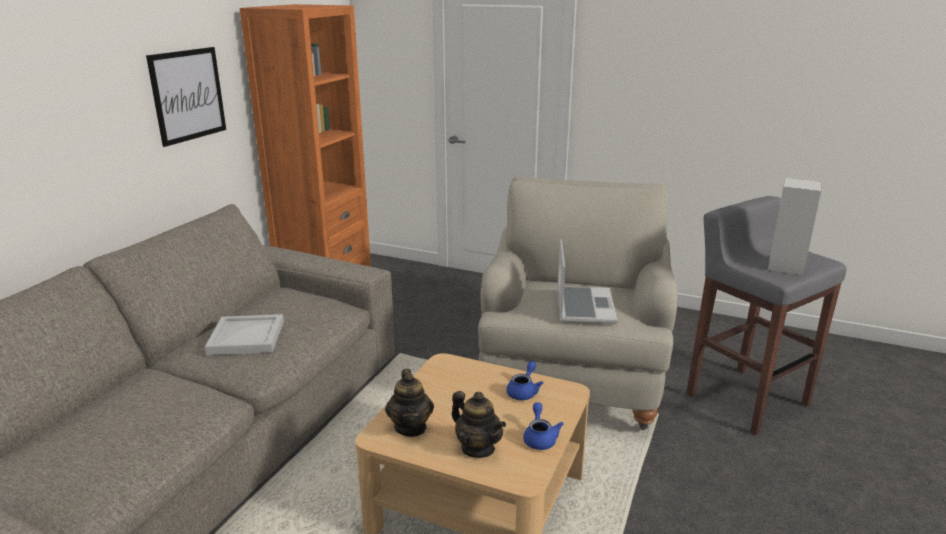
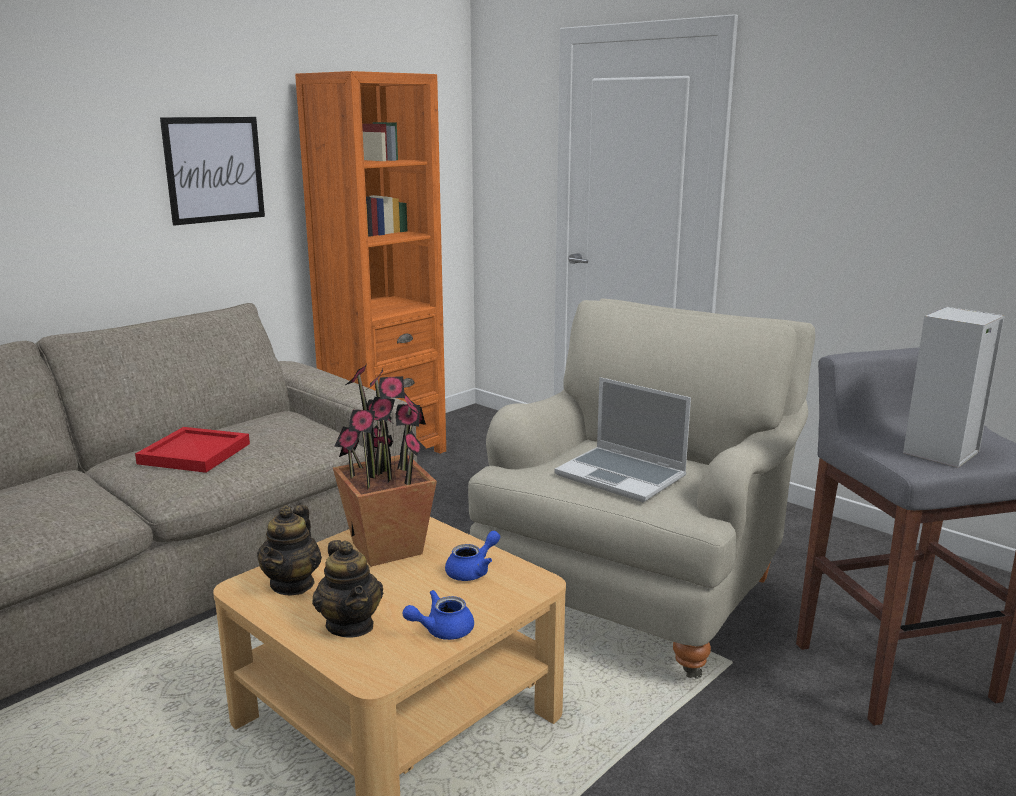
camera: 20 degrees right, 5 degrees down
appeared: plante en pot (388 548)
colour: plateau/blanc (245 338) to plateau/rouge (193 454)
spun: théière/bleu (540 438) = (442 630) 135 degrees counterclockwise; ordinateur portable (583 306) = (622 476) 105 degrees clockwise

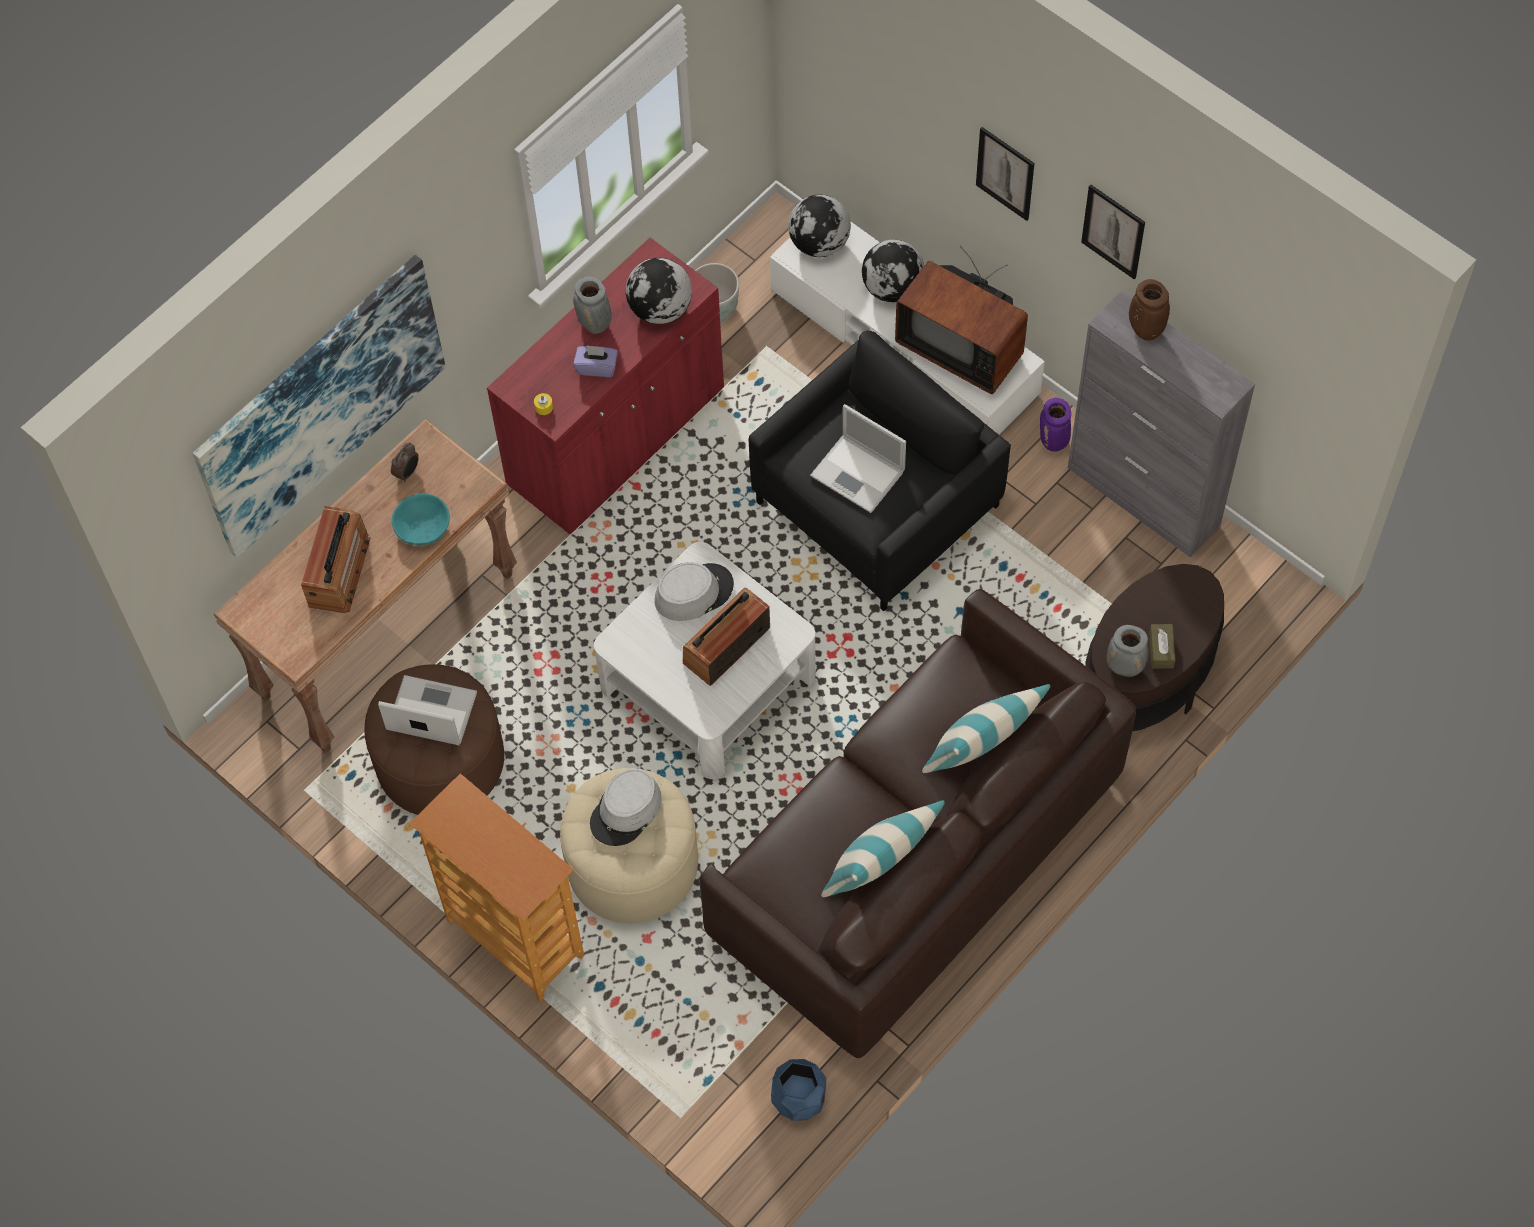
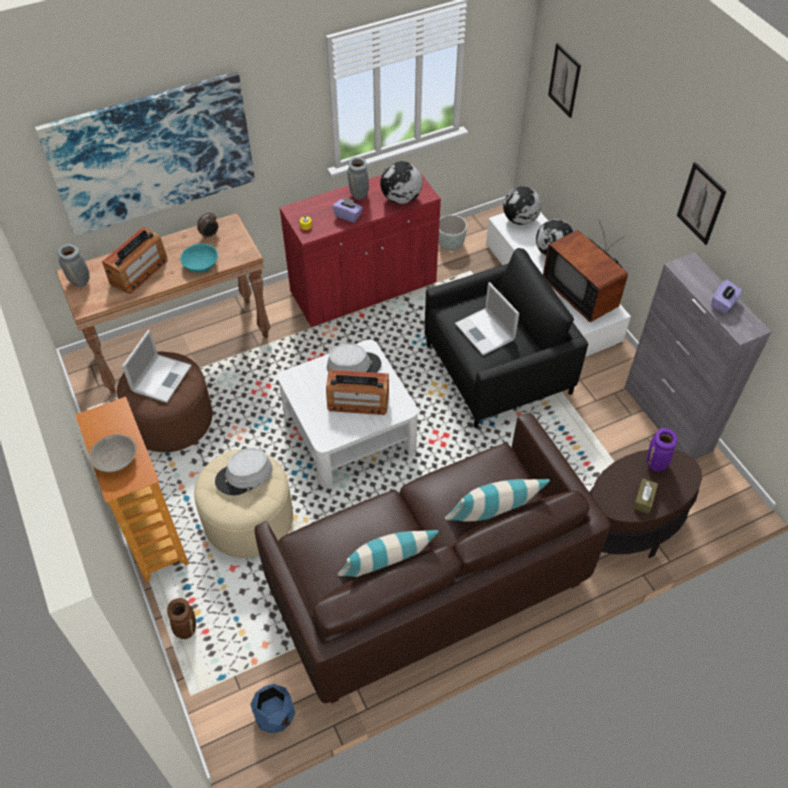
camera: 20 degrees right, 10 degrees down
appeared: bol/gris (116 460); boîte à mouchoirs/violet (723 303)
relocated: tableau (1005 173) to (564 80); vase/violet (1054 442) to (656 464); vase/gris (1125 666) to (80 282); vase/marron (1144 329) to (186 628)
spun: ordinateur portable (429 711) = (162 377) 75 degrees clockwise; radio (726 645) = (358 401) 150 degrees counterclockwise

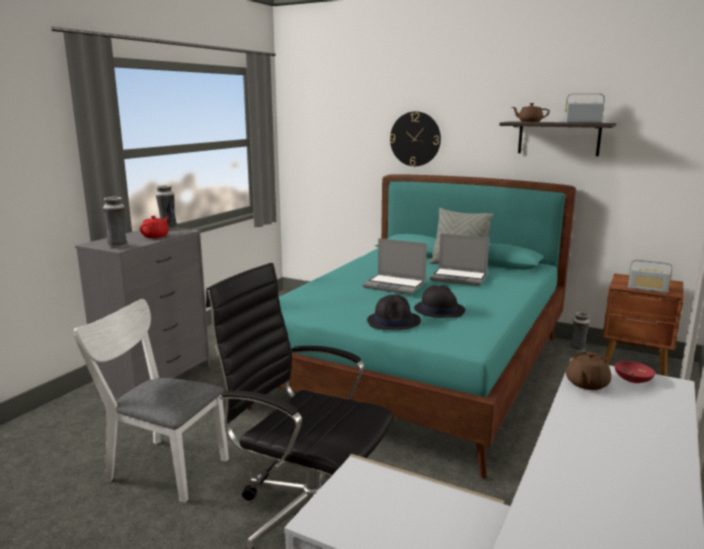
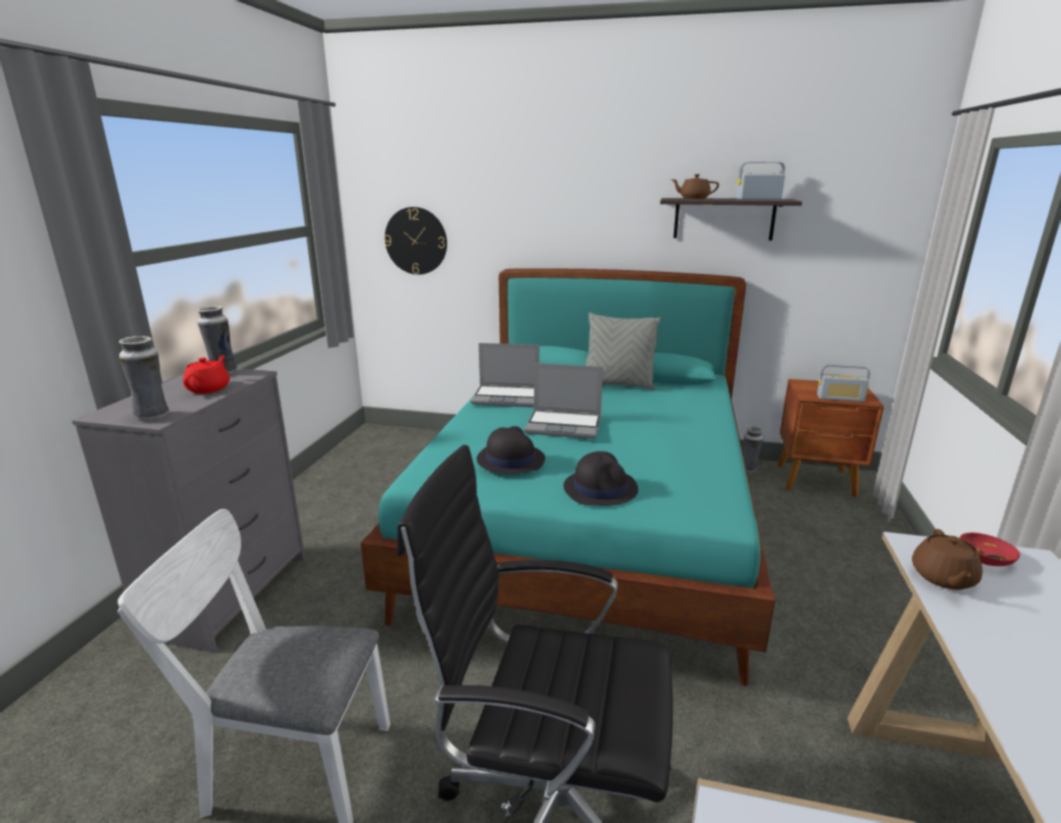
camera: 15 degrees left, 5 degrees up
relocated: horloge murale (415 139) to (416 241); chapeau/noir (438 310) to (510 459); ordinateur portable (459 278) to (507 397)

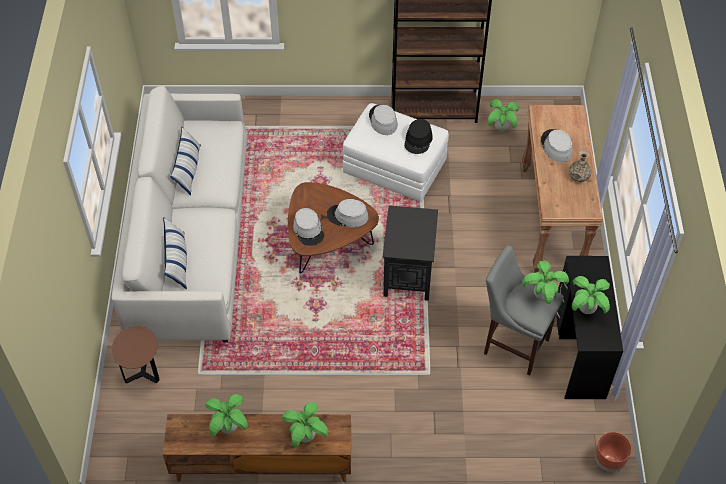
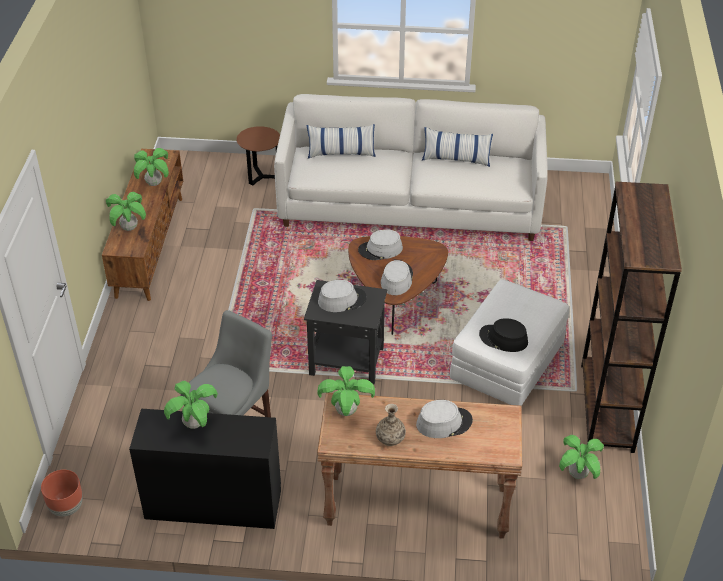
camera: 95 degrees right, 10 degrees down
relocated: chapeau/gris (382 120) to (342 300); plante en pot (542 296) to (346 411)

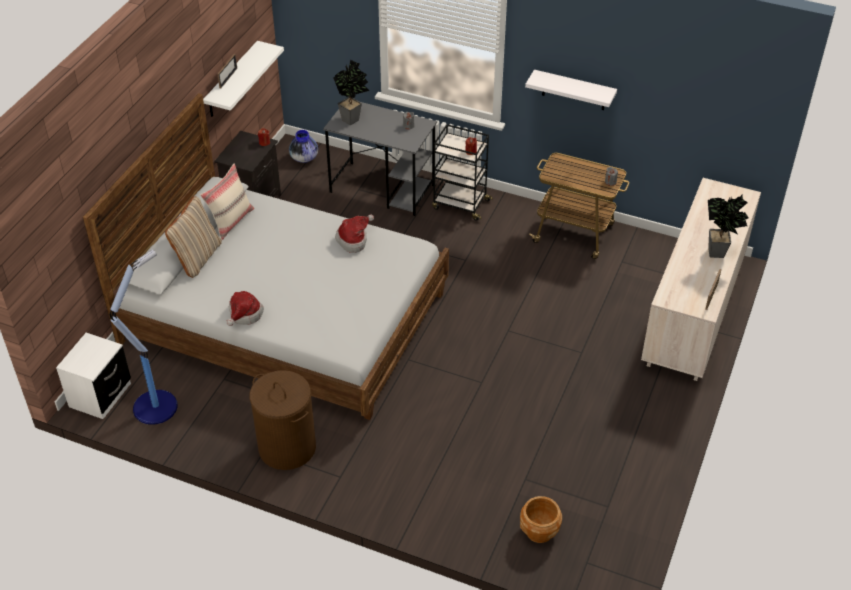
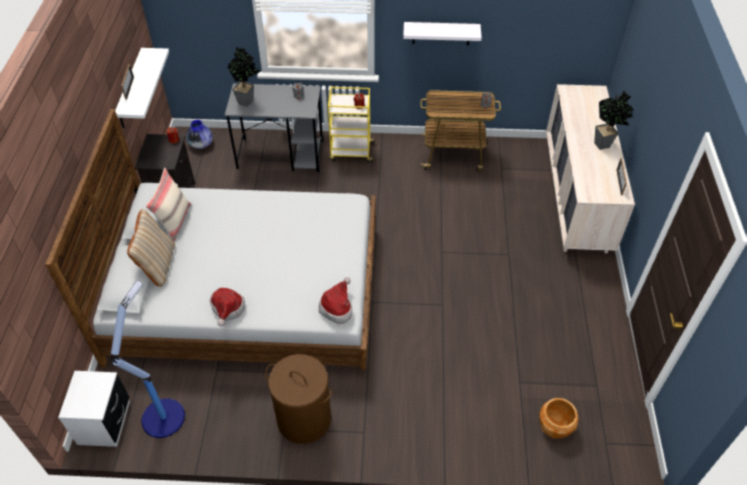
camera: 20 degrees left, 5 degrees up
relocated: chapeau (354 240) to (337 307)
colour: chariot/noir (460 204) to chariot/jaune (351 152)

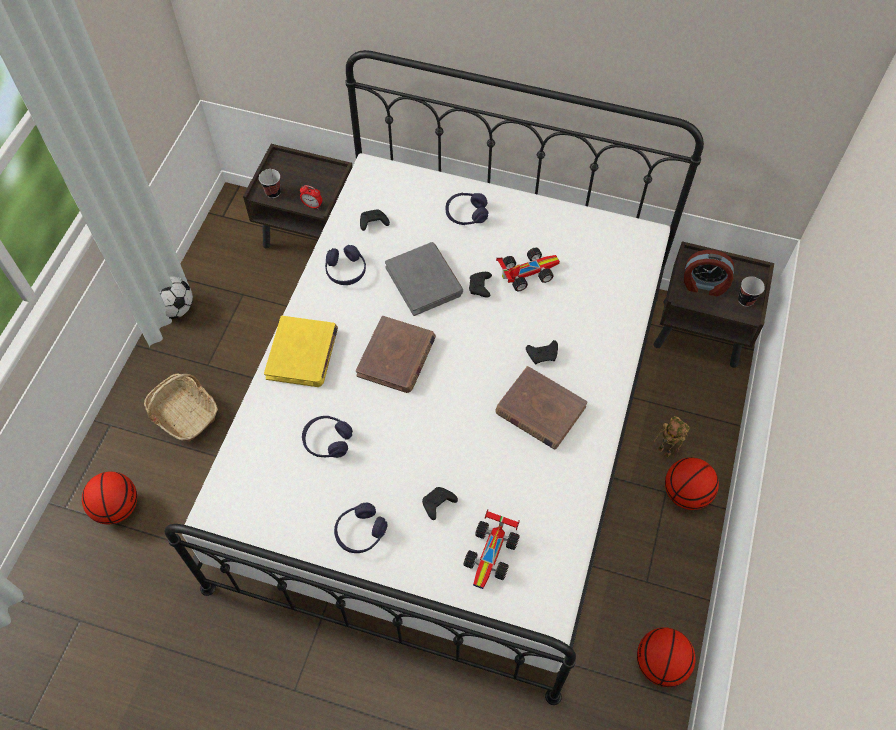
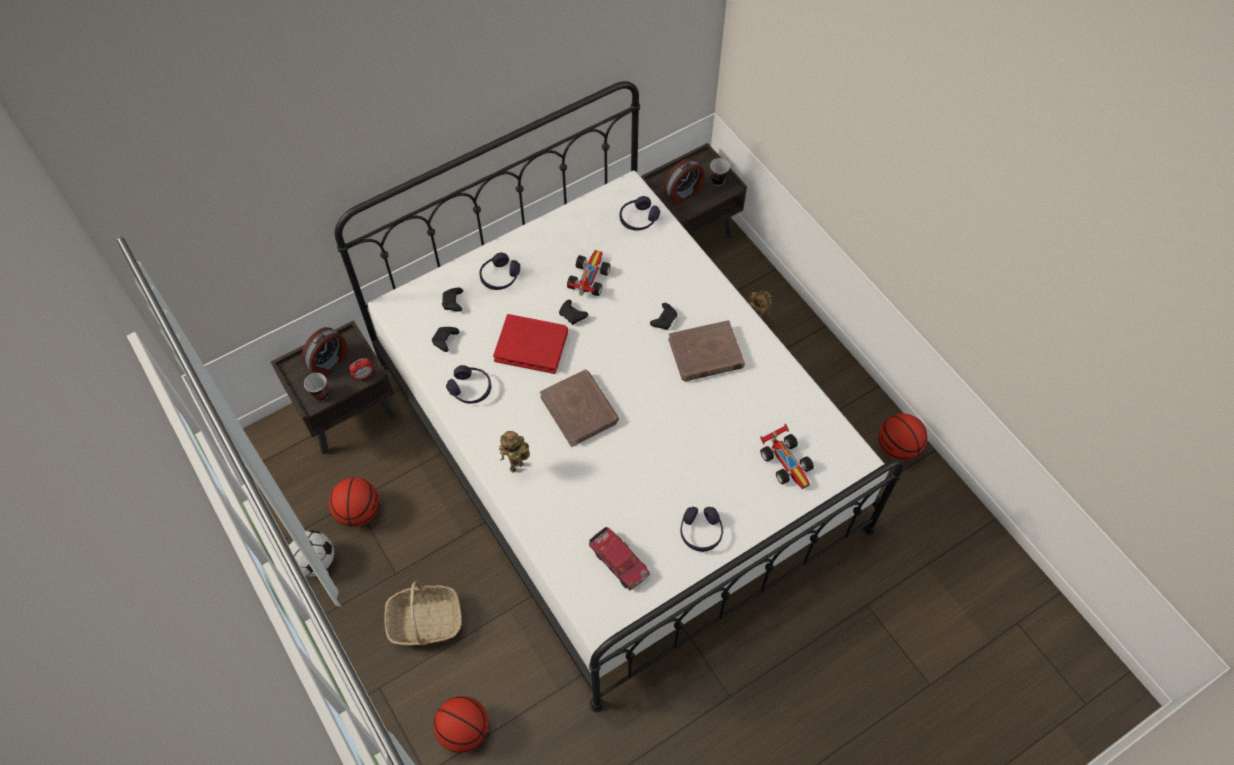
camera: 50 degrees left, 0 degrees up
appeared: réveil (329 362); petite voiture (619 561)
relocated: casque audio/violet (327 441) to (638 219); manette/noir (437 505) to (453 303); ballon de basket (685 493) to (358 511)
exchanged: livre/jaune (302 354) to robot jouet (517 469)
colour: livre/gris (424 281) to livre/rouge (531 345)

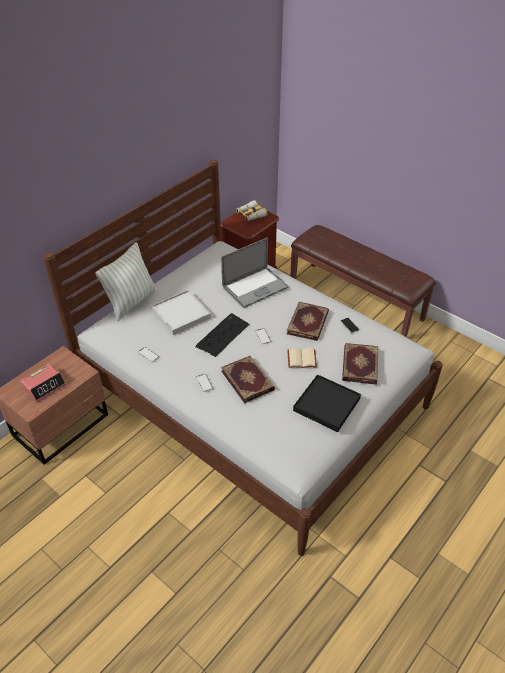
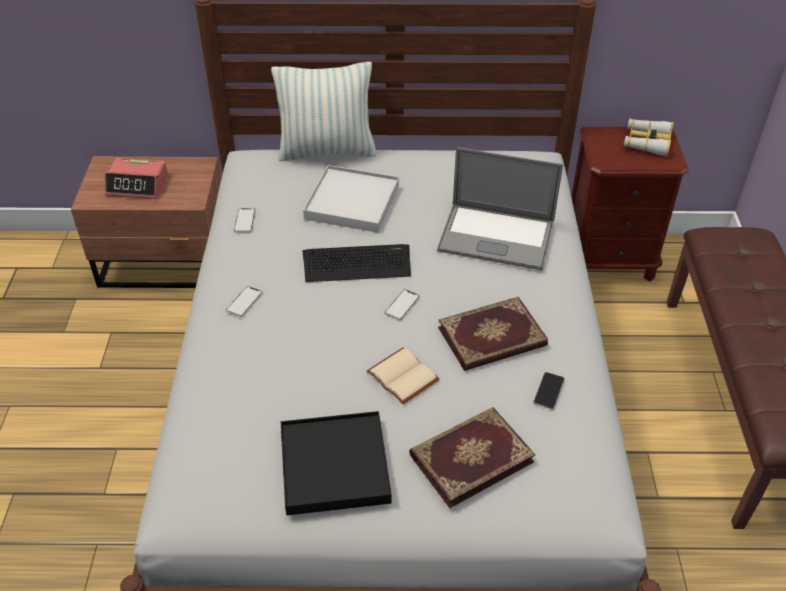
camera: 50 degrees right, 0 degrees up
missing: livre (248 380)

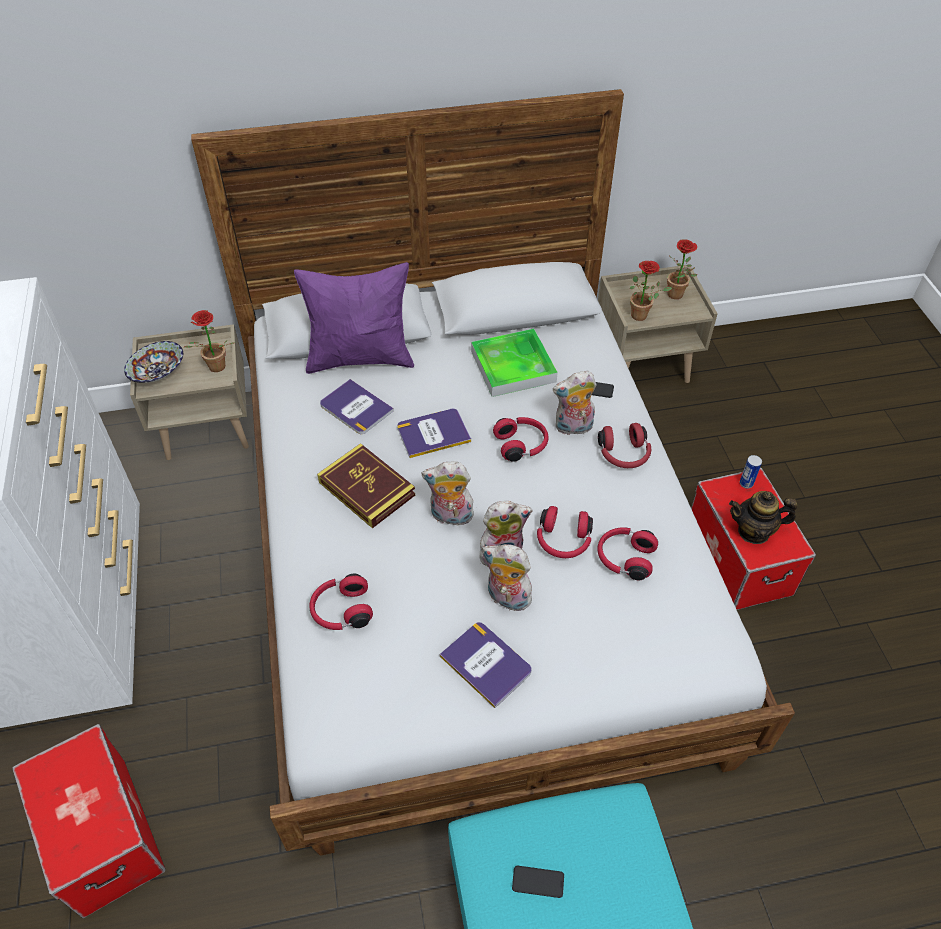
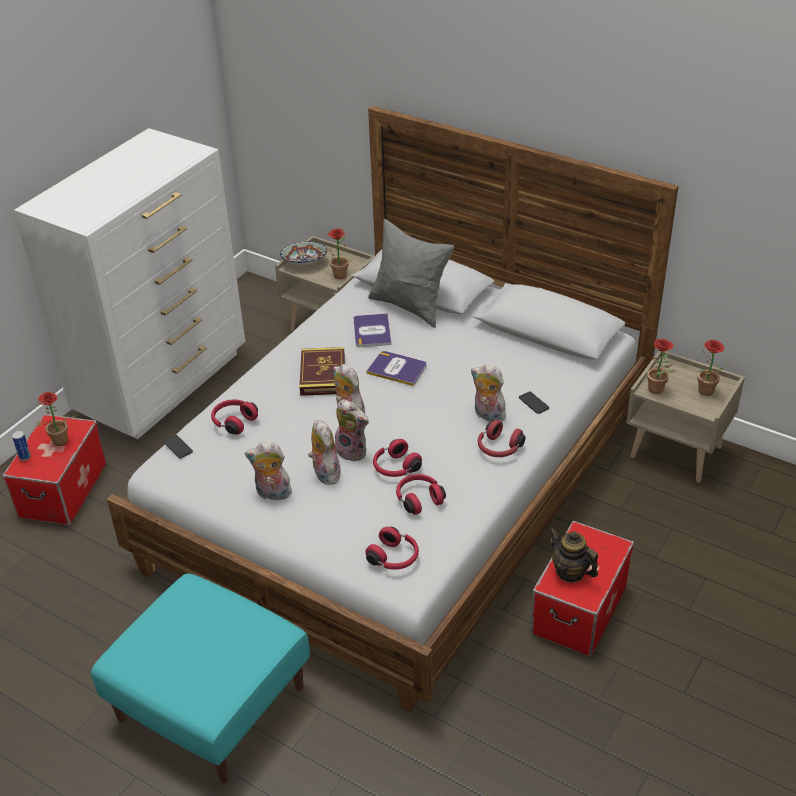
camera: 45 degrees right, 10 degrees down
missing: plateau (513 366)
appeared: plante en pot (59 443)
relocated: casque audio/rouge (521 445) to (394 558); téléphone (538 881) to (178 447); boîte métallique (746 483) to (25 457)
exchanged: livre (486 664) to peluche (272 494)
colour: coussin/violet (360 358) to coussin/gris (410 306)

